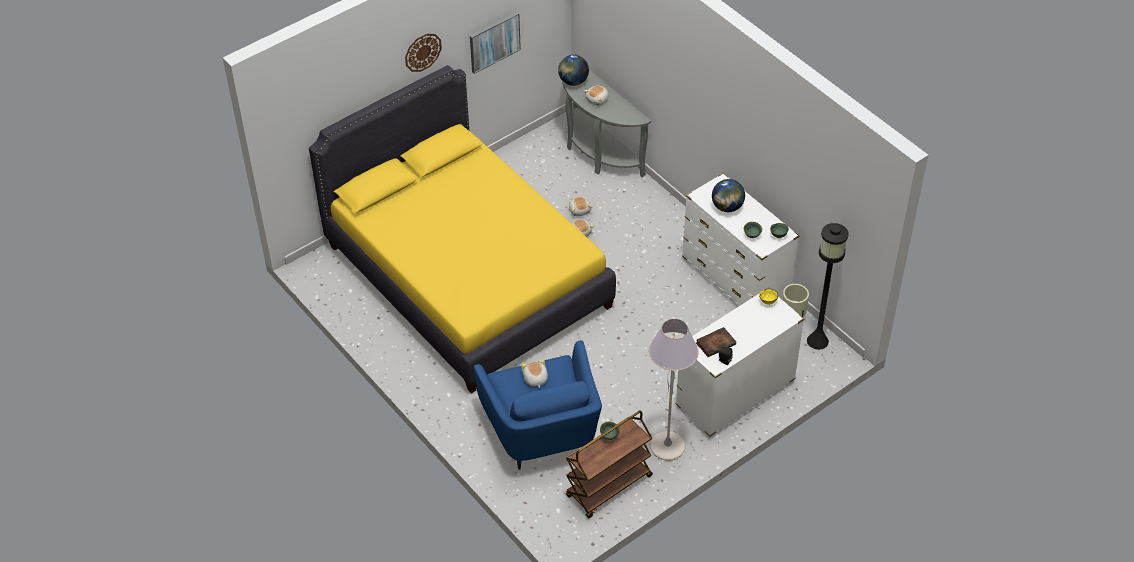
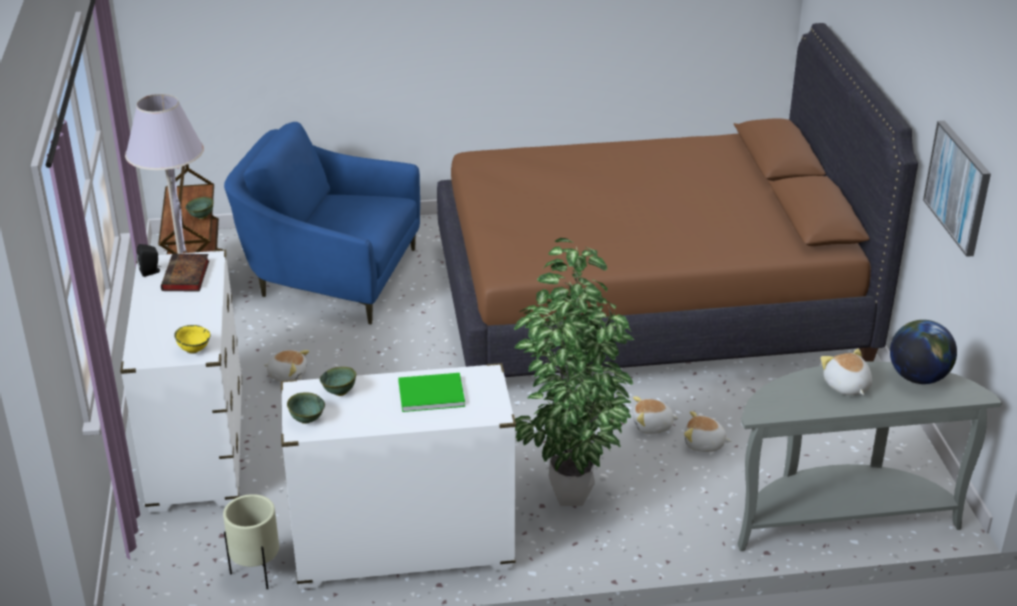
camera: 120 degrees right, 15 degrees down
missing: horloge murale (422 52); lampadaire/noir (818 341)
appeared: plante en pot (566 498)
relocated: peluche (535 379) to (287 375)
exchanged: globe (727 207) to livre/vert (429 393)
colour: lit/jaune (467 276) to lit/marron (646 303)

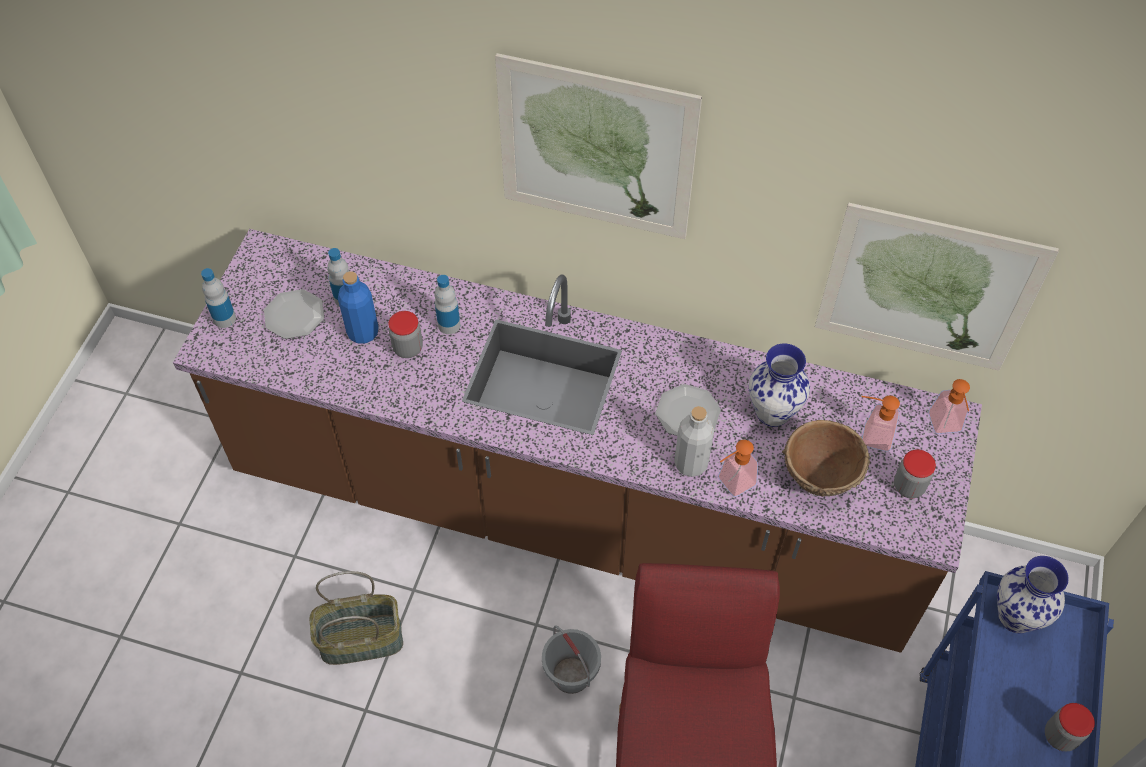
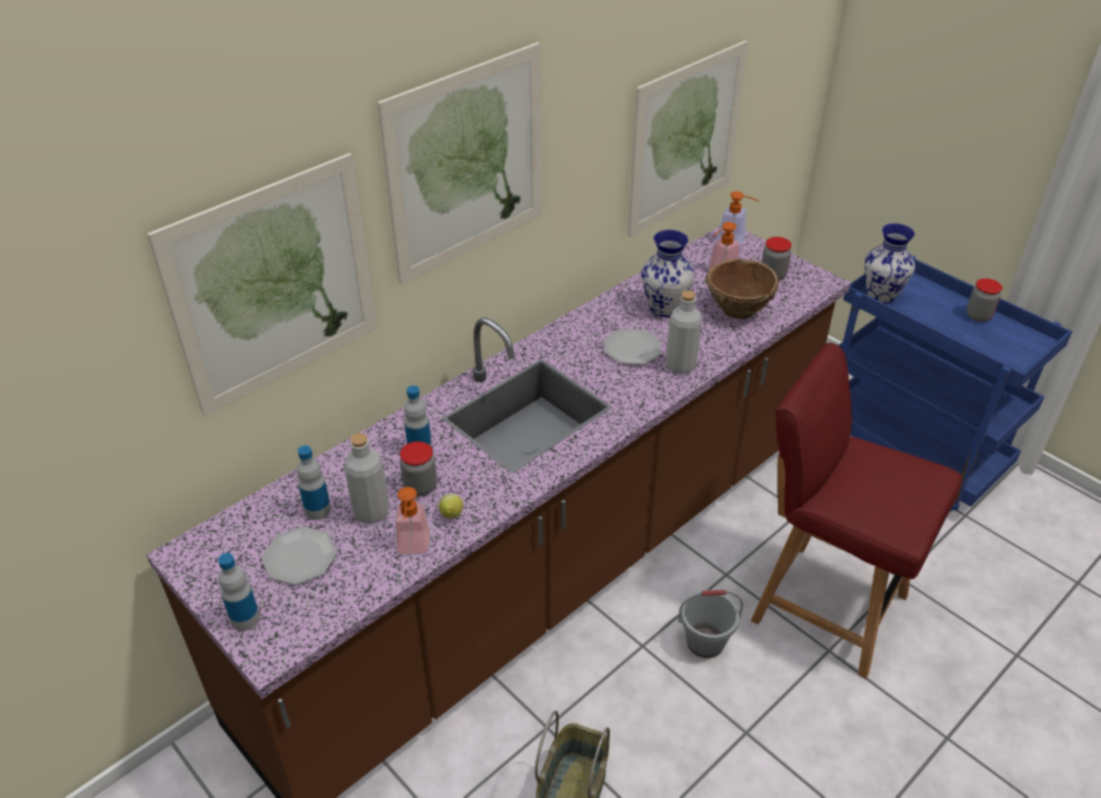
camera: 60 degrees left, 15 degrees down
appeared: tableau (274 285); citron (451 516)
relocated: distributeur de savon (731 484) to (413 549)
colour: bouteille/bleu (363 332) to bouteille/gris (371 512)

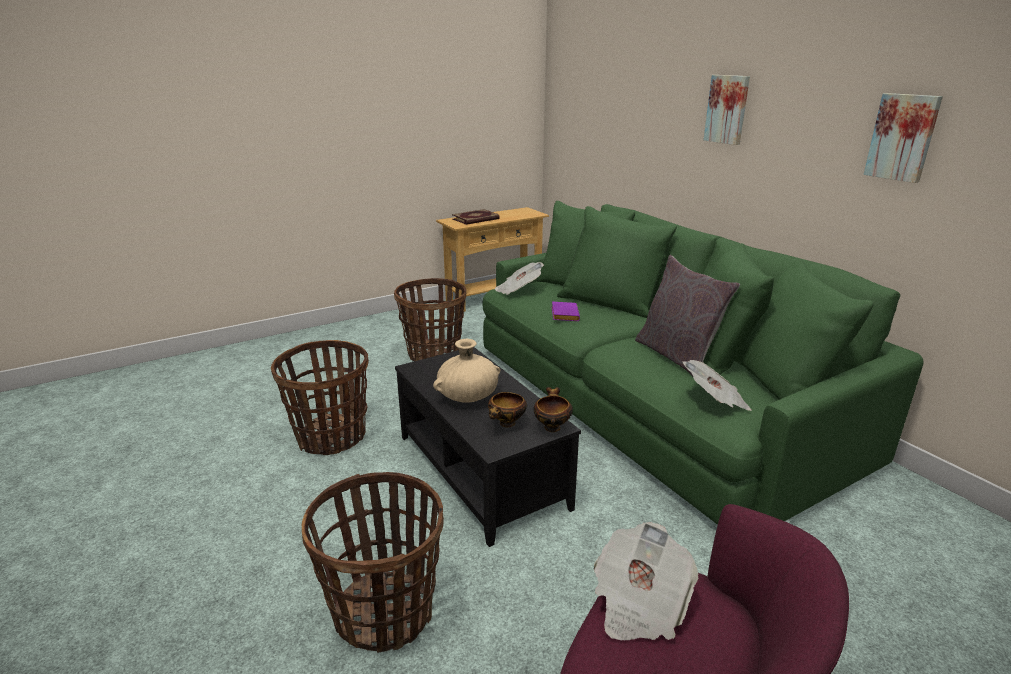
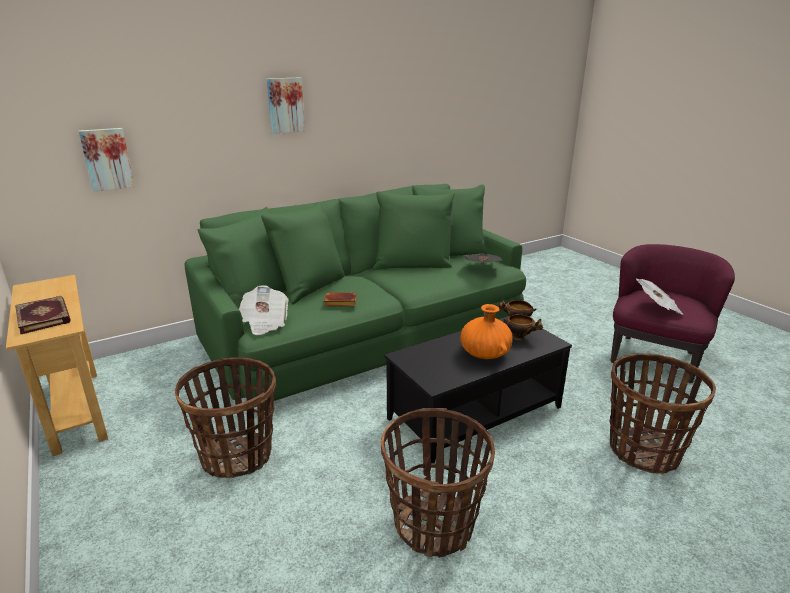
camera: 90 degrees left, 0 degrees up
missing: coussin/gris (677 356)
relocated: tableau (903 137) to (107 159)
colour: vase/beige (468 397) to vase/orange (485 353); livre/violet (563 314) to livre/marron (339 303)

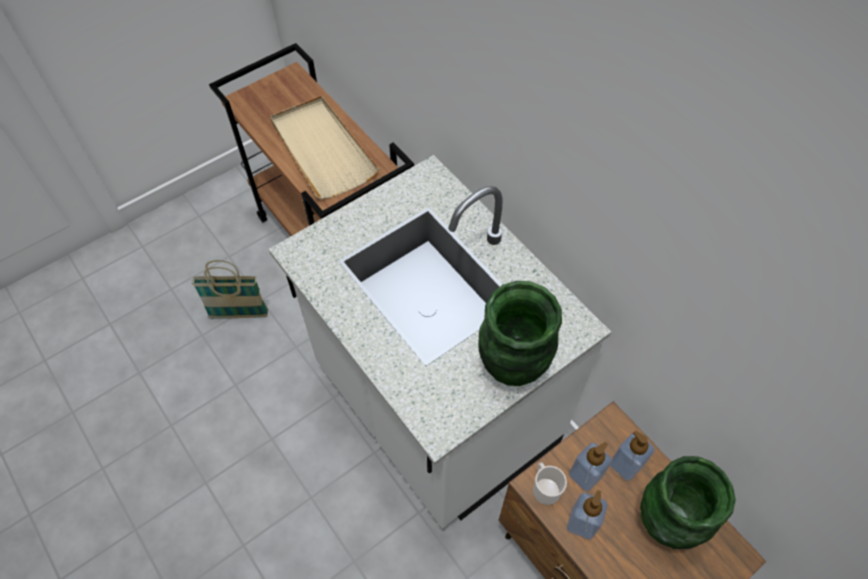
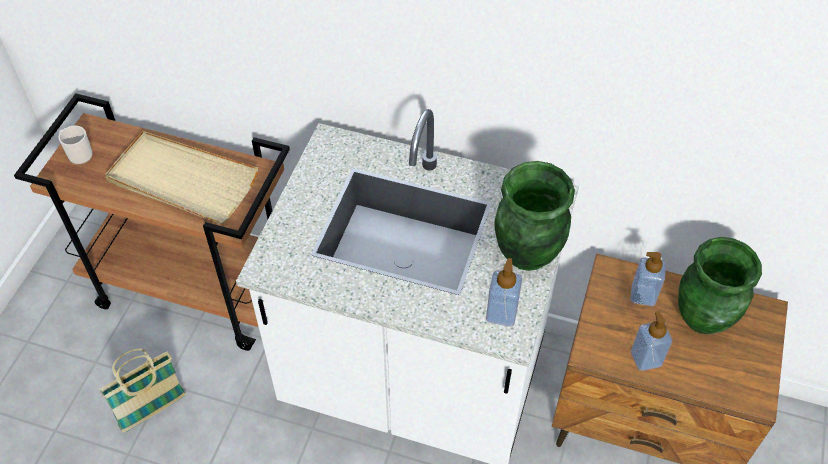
camera: 35 degrees left, 5 degrees down
relocated: mug (544 488) to (78 154); distributeur de savon (585 475) to (501 313)

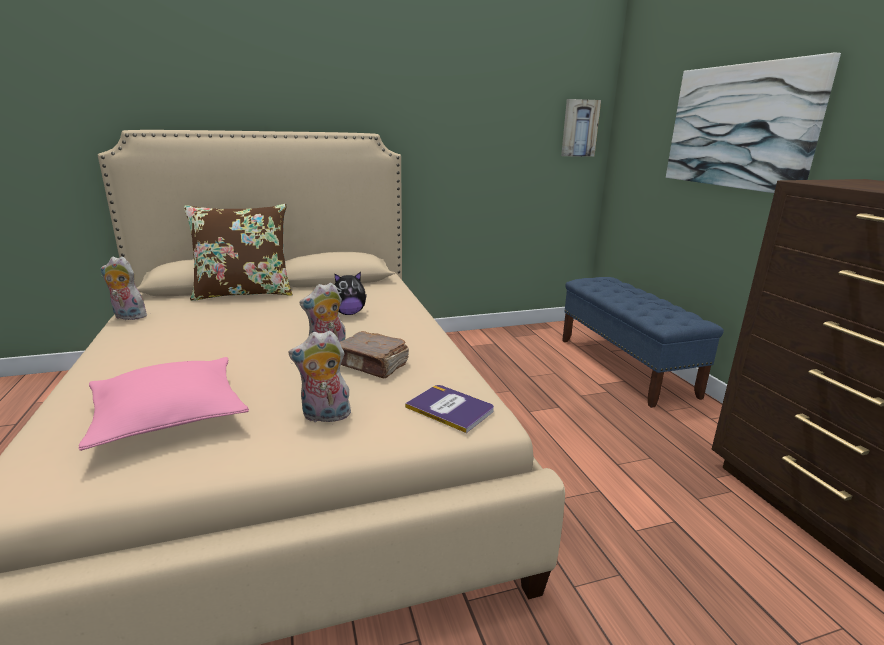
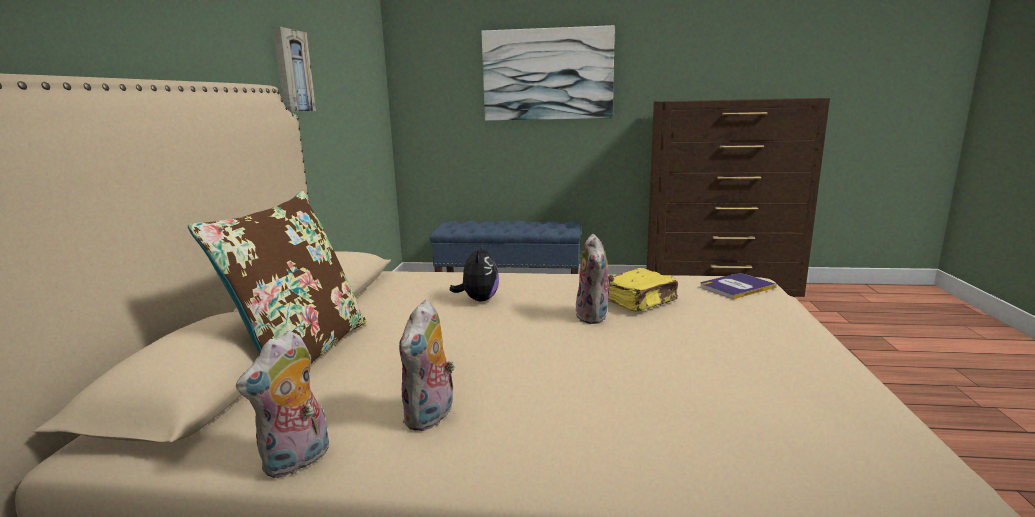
camera: 65 degrees left, 5 degrees down
missing: coussin/rose (169 414)
relocated: peluche (325 416) to (431 417); tableau (579 128) to (292 71)
colour: livre/marron (373 365) to livre/jaune (640 302)

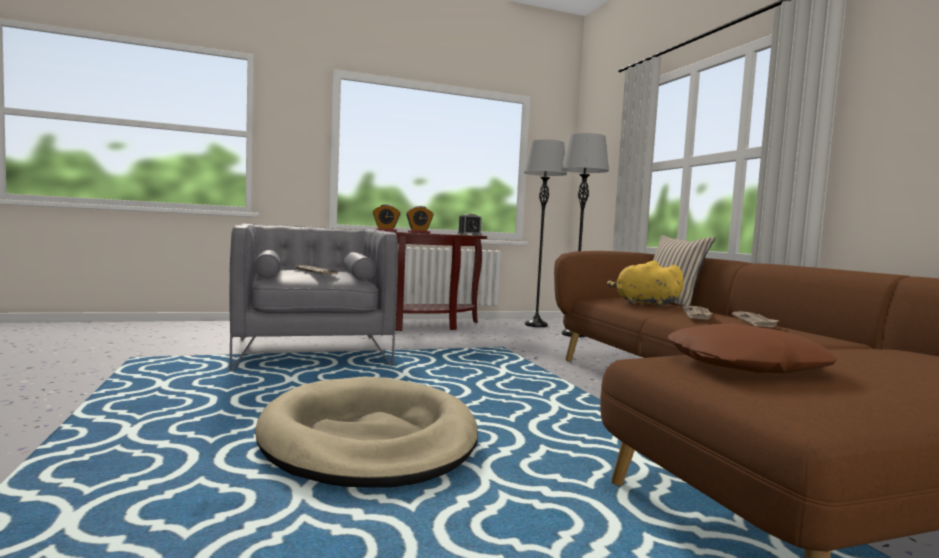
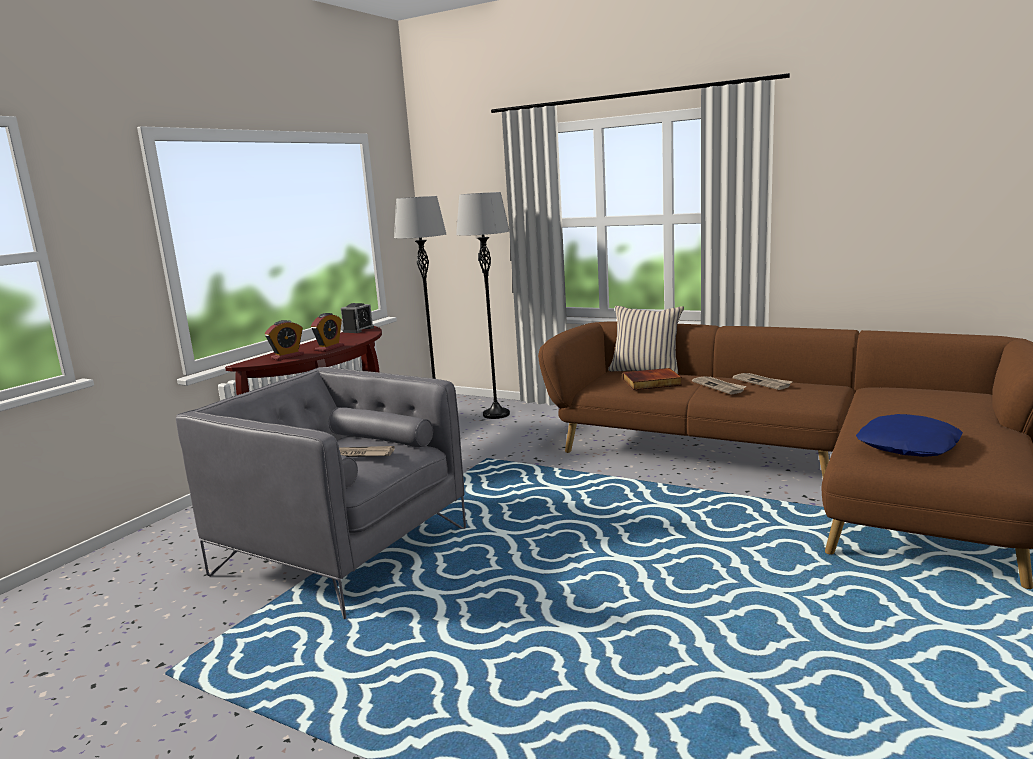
camera: 40 degrees left, 10 degrees up
missing: panier pour chien/beige (369 439)
exchanged: peluche/jaune (643 303) to livre (651 383)
colour: coussin/marron (745 365) to coussin/bleu (909 446)

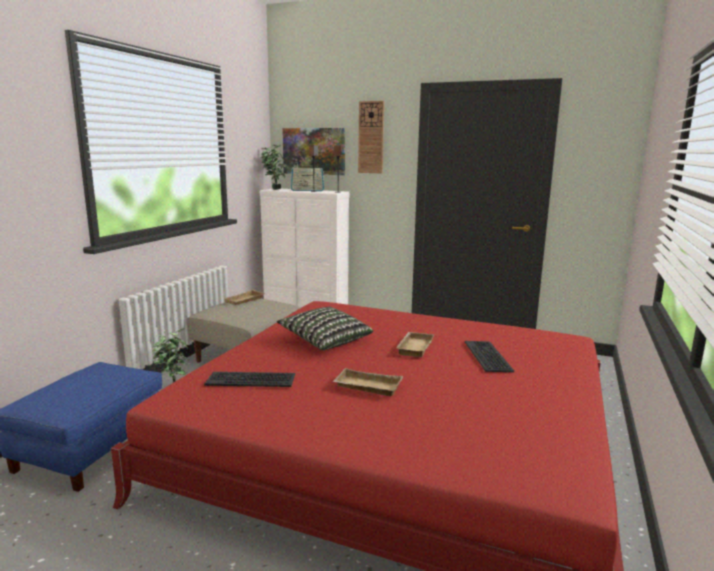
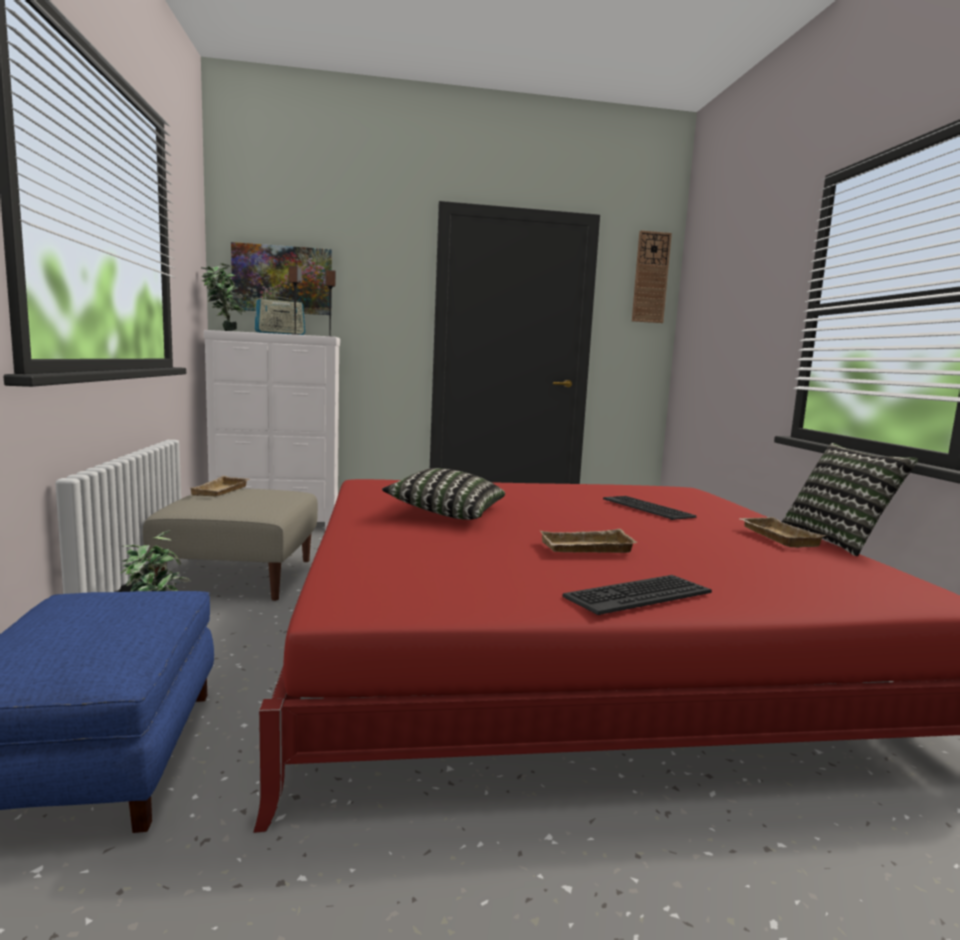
camera: 30 degrees left, 5 degrees down
appeared: coussin (837 540)
relocated: clavier (251 380) to (637 595); horloge murale (371 137) to (650 277); plateau/beige (414 347) to (776 537)

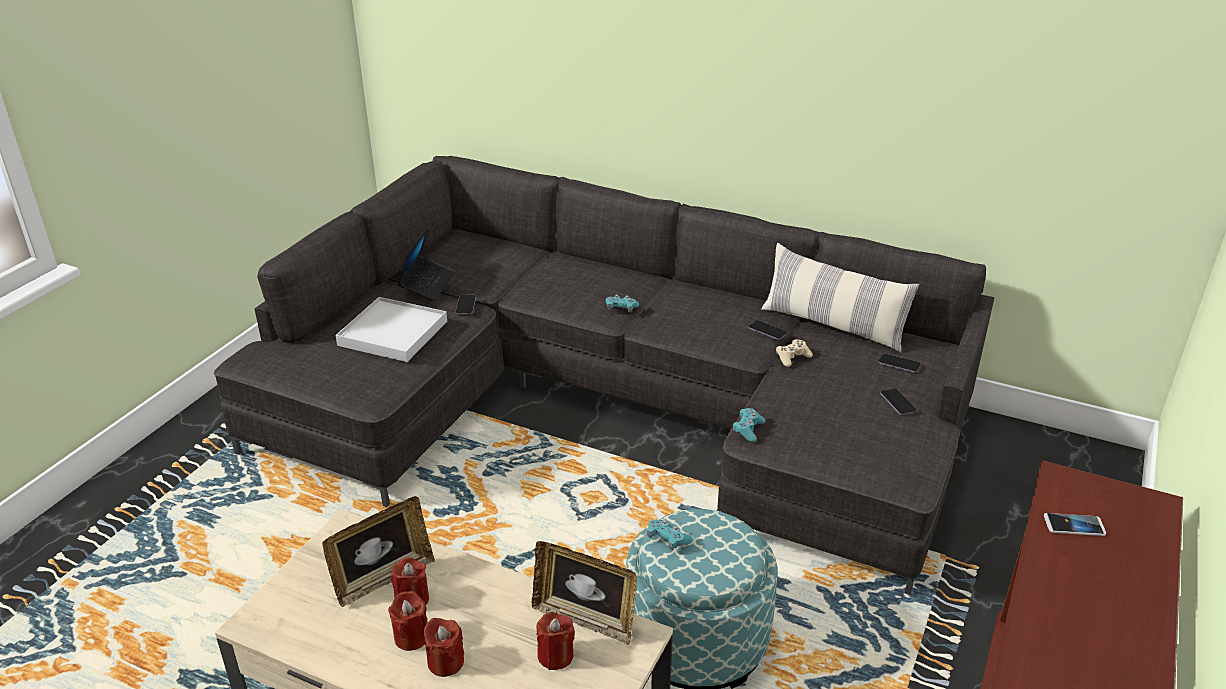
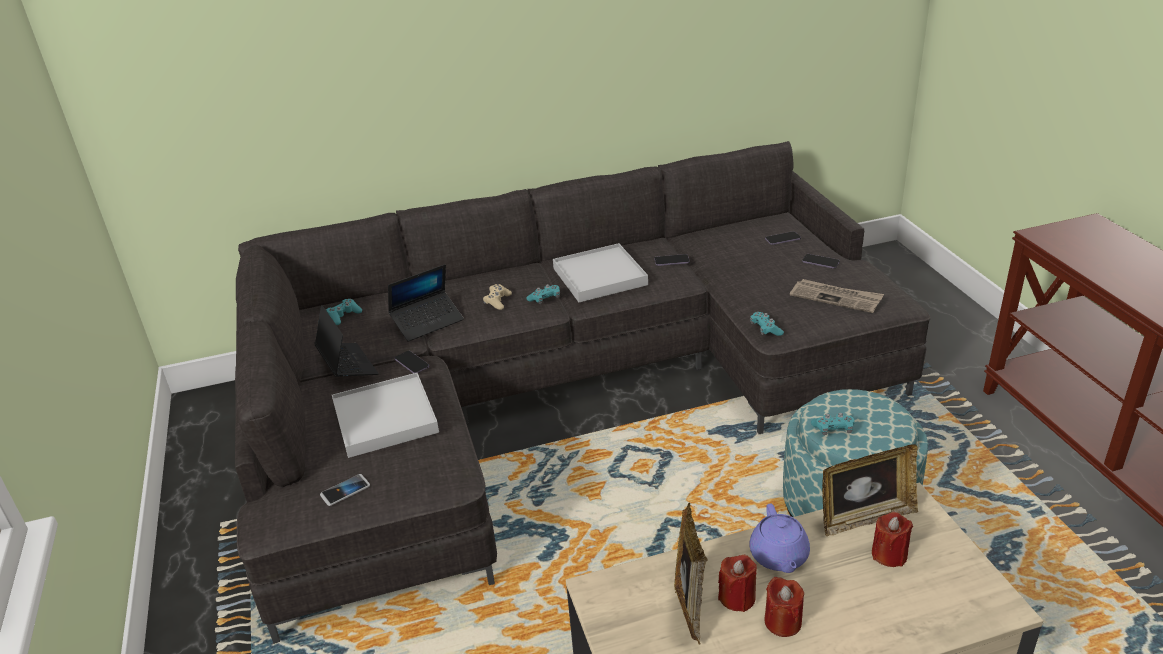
camera: 40 degrees left, 0 degrees up
missing: bougie/rouge (445 662); coussin (833 326)
appeared: manette/turquoise (344 316); ordinateur portable (427 322); plateau/blanc (600 276); théière/violet (779 557); journal (836 297)
relocated: manette/beige (792 357) to (497 301); téléphone (1074 525) to (345 491)

